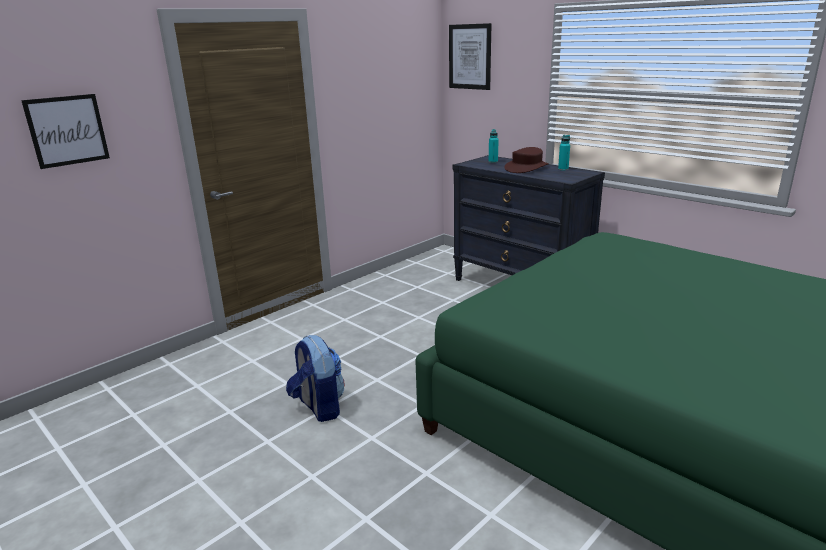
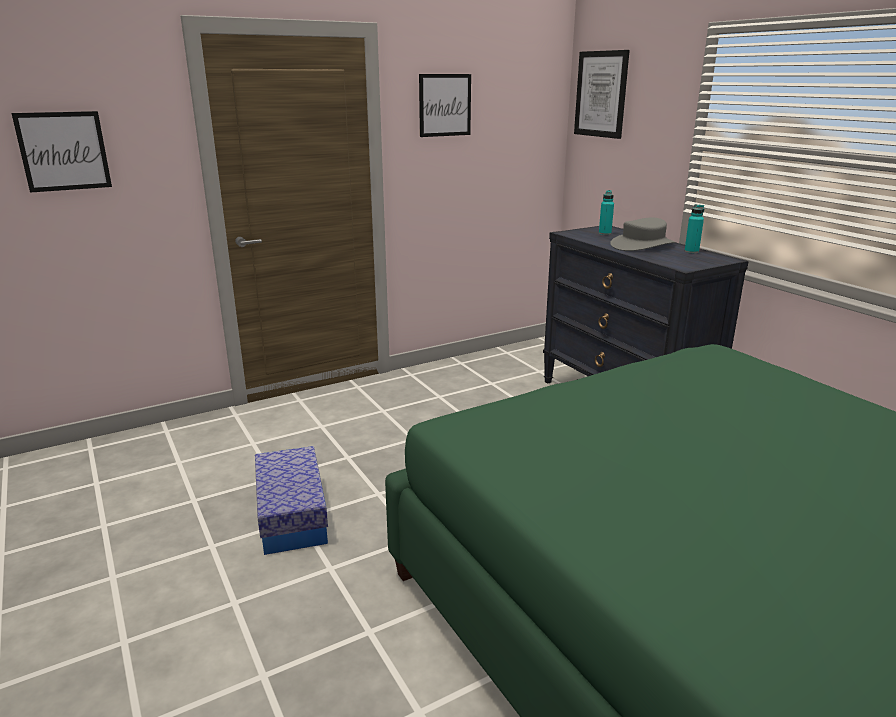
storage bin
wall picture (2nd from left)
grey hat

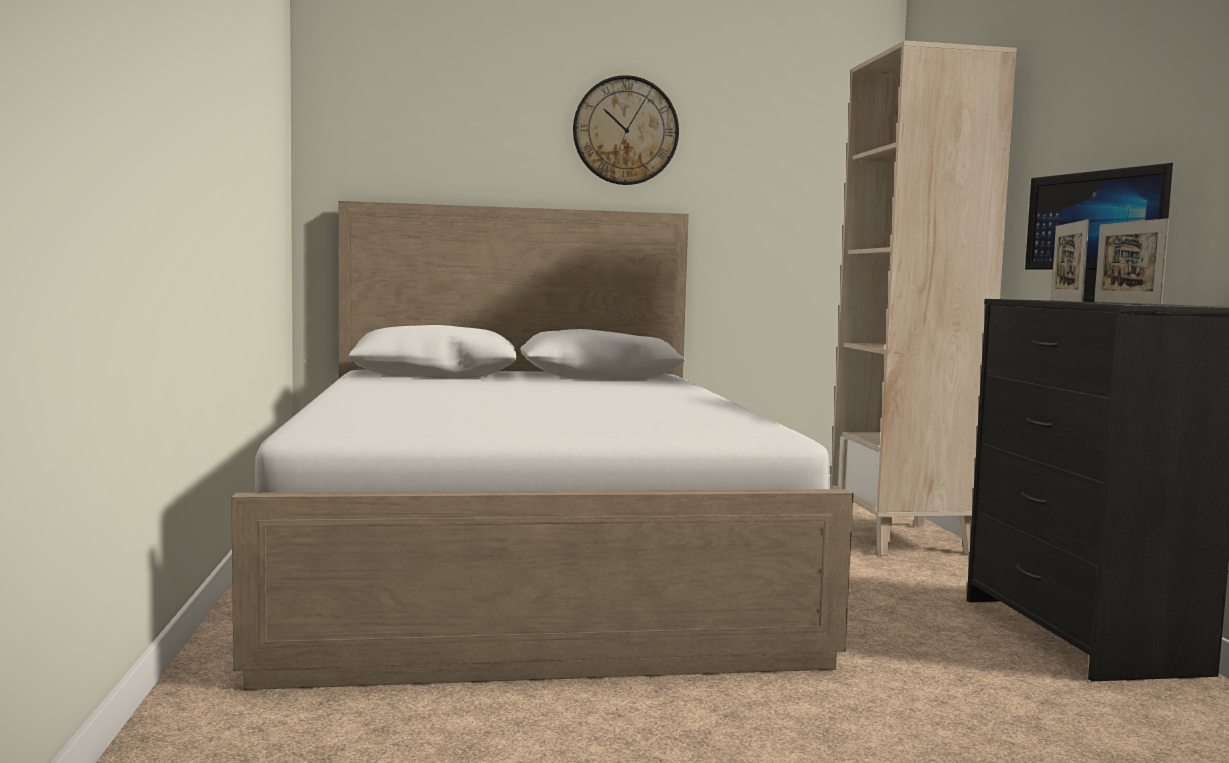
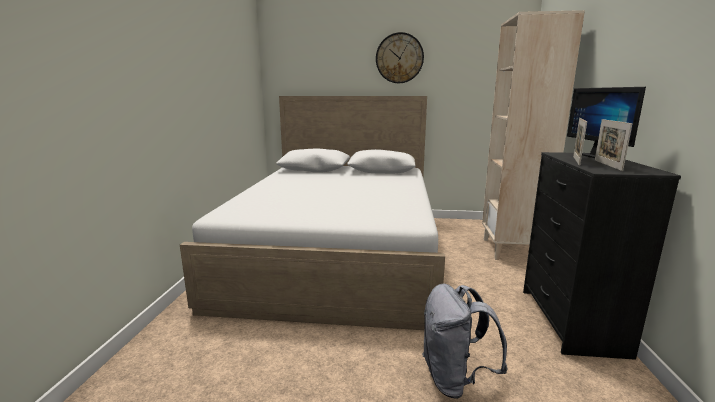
grey backpack

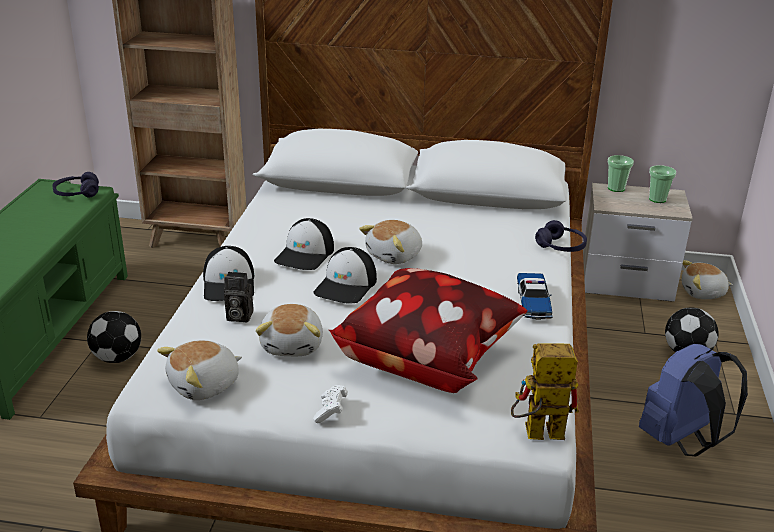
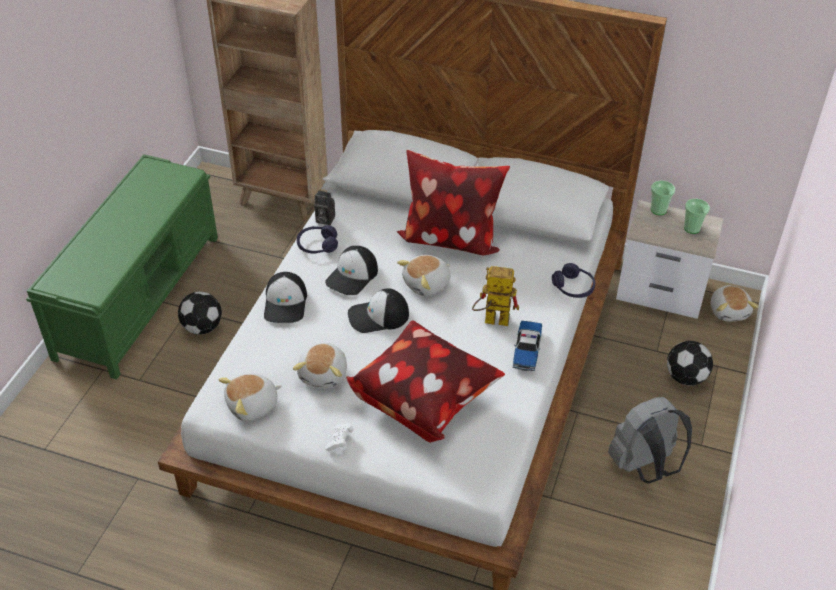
purple headphones (1st from left)
still camera
peaked cap (3rd from left)
pillow (2nd from left)
model robot
grey backpack
soft toy (4th from left)

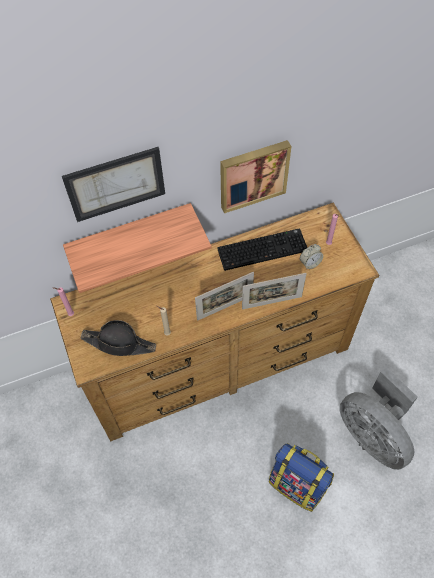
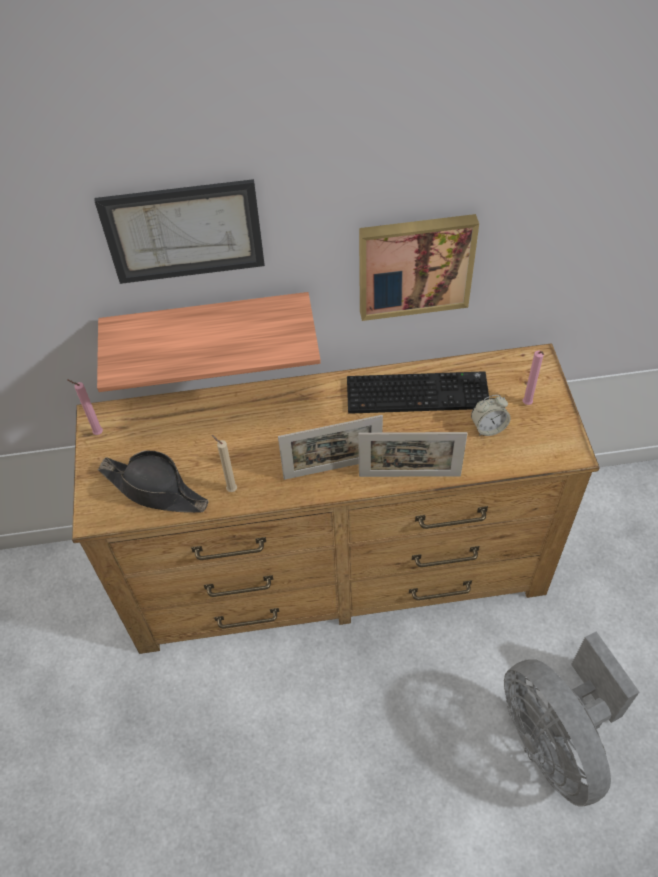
backpack

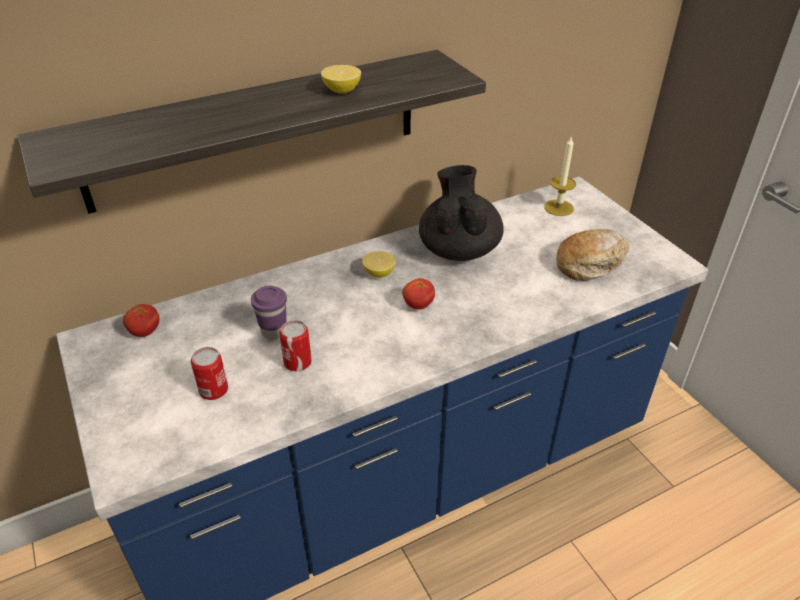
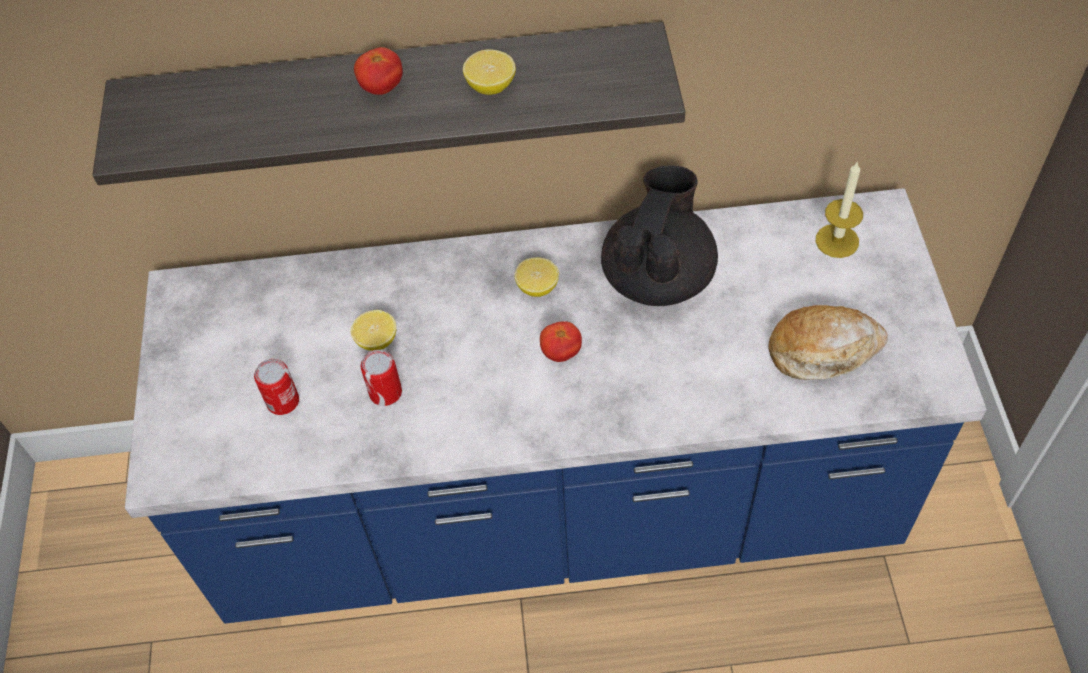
citrus fruit (1st from left)
fresh tomato (1st from left)

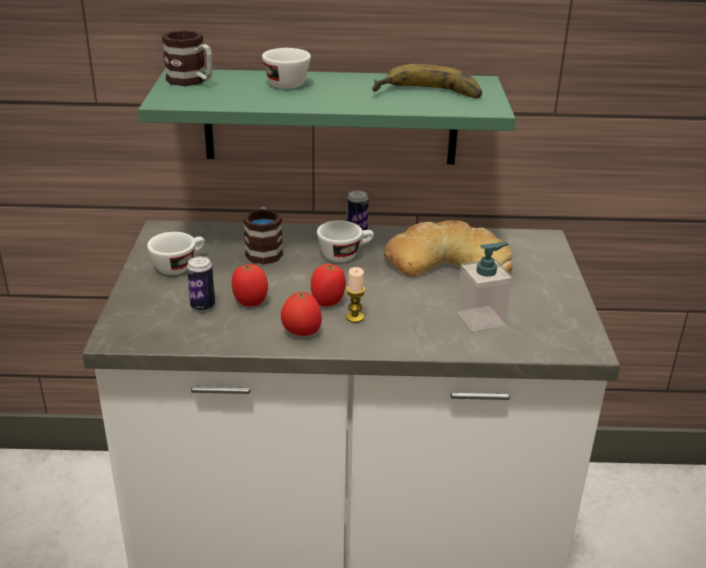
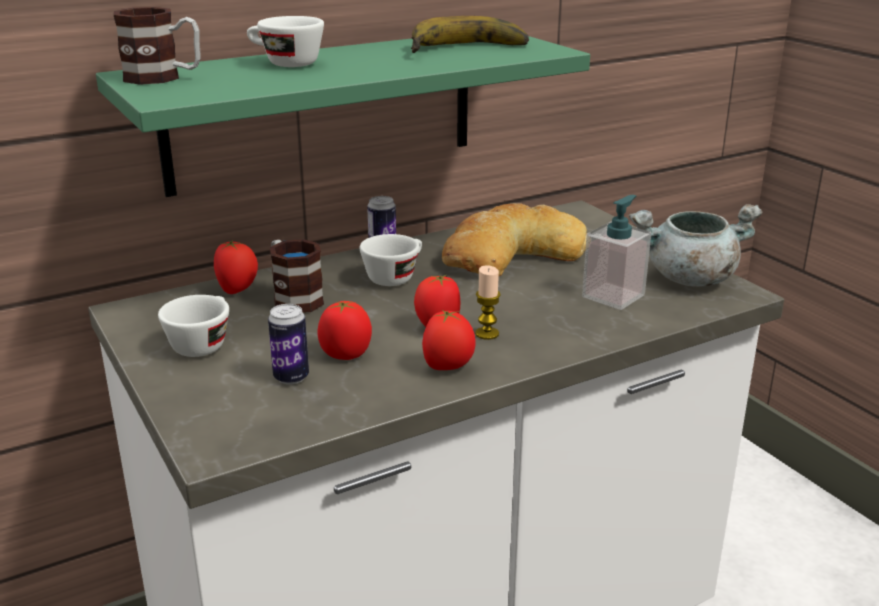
fresh tomato (1st from left)
grey stockpot

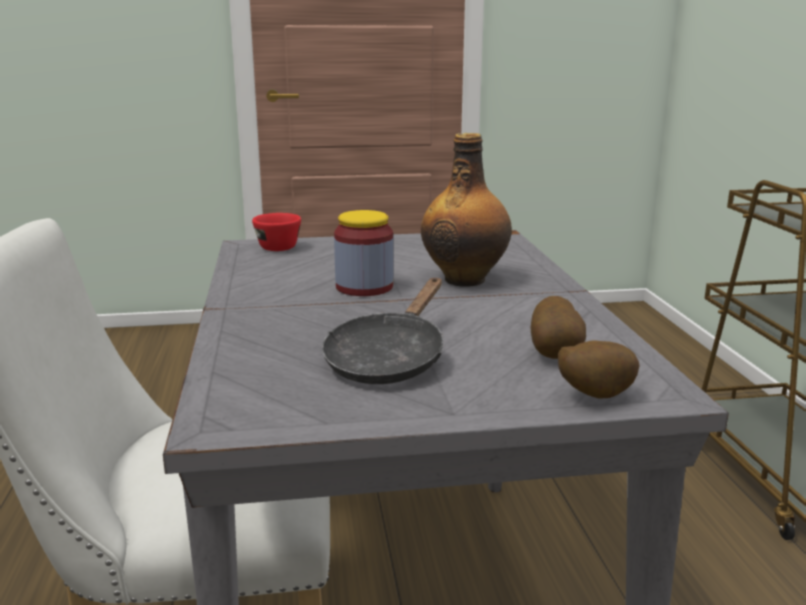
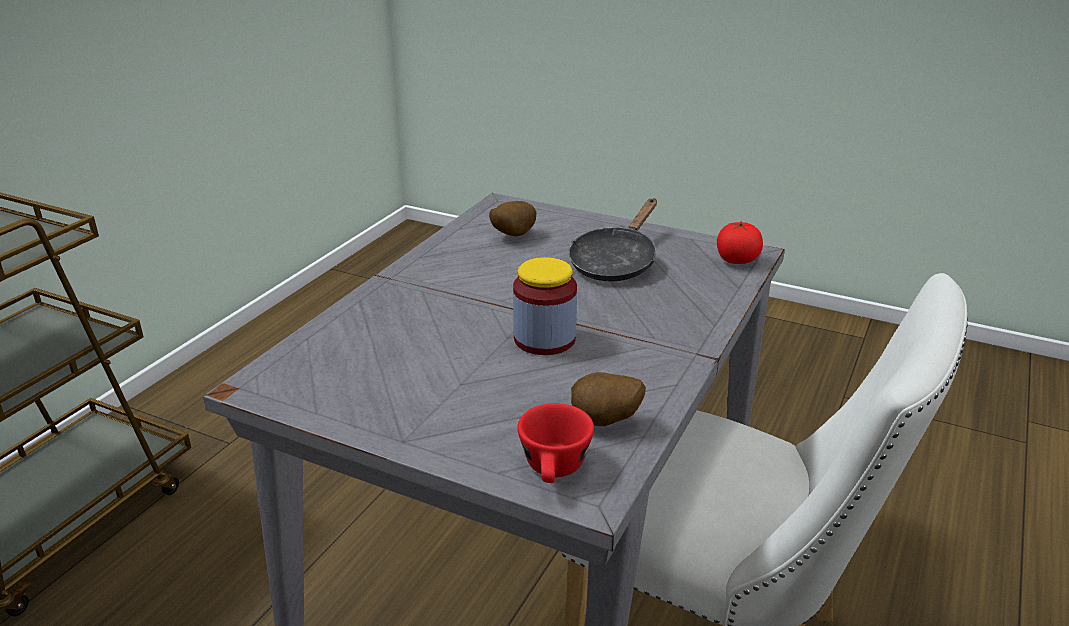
black-coloured skillet
potato (2nd from left)
fresh tomato
bottle

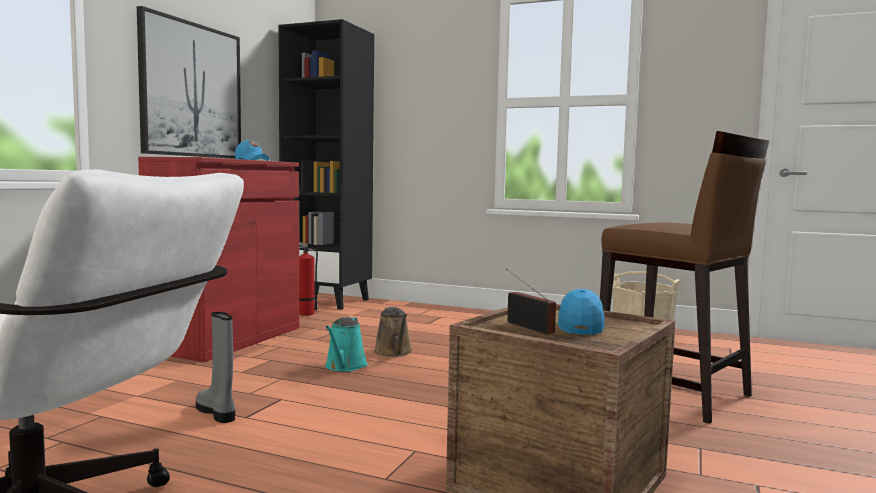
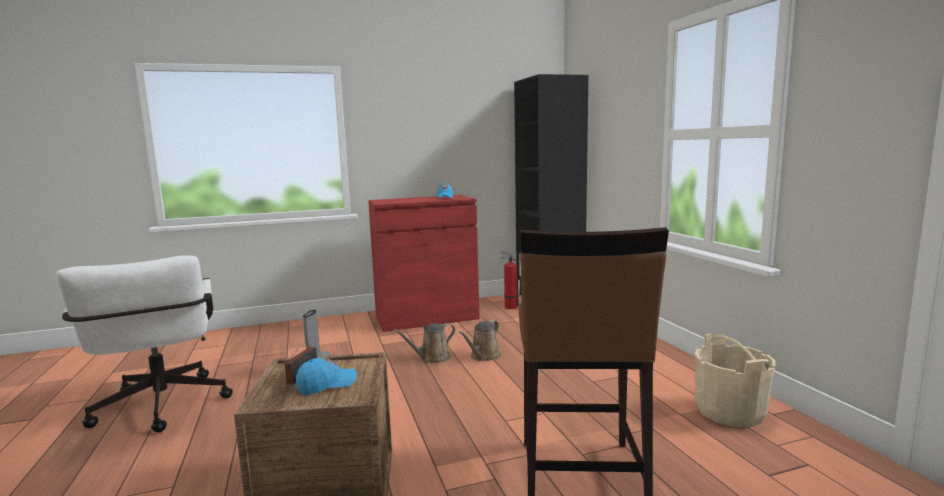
brown watering pot (1st from left)
wall picture

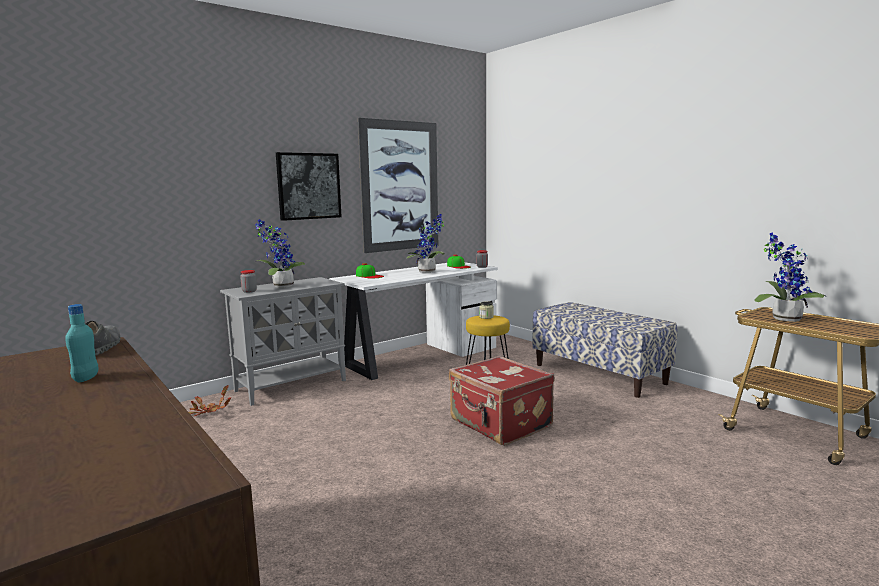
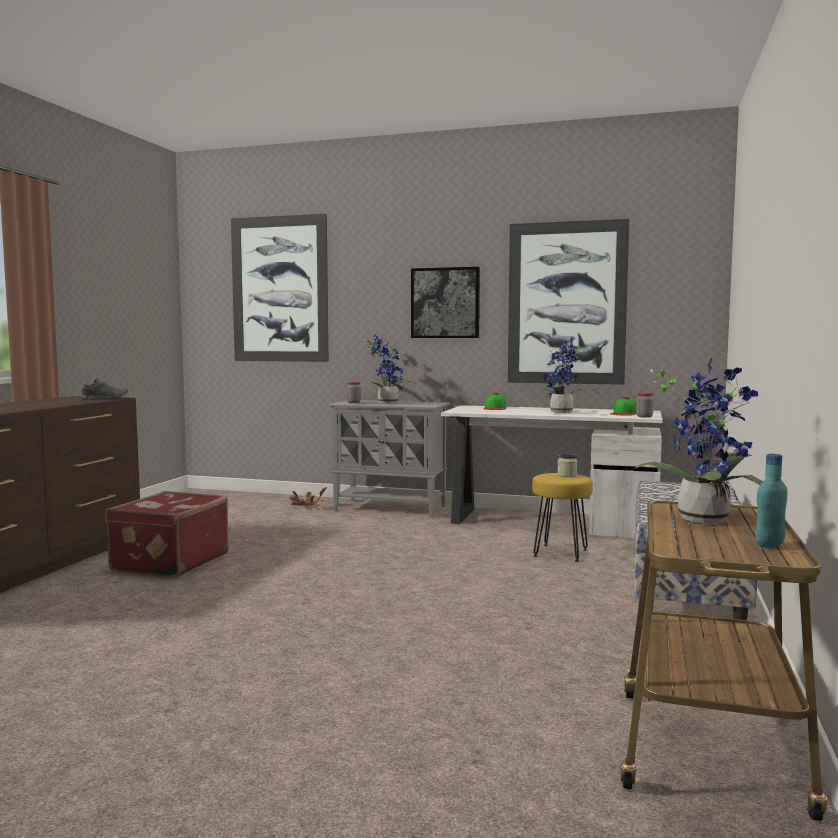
reddish travel case
wall picture (1st from left)
blue-green bottle

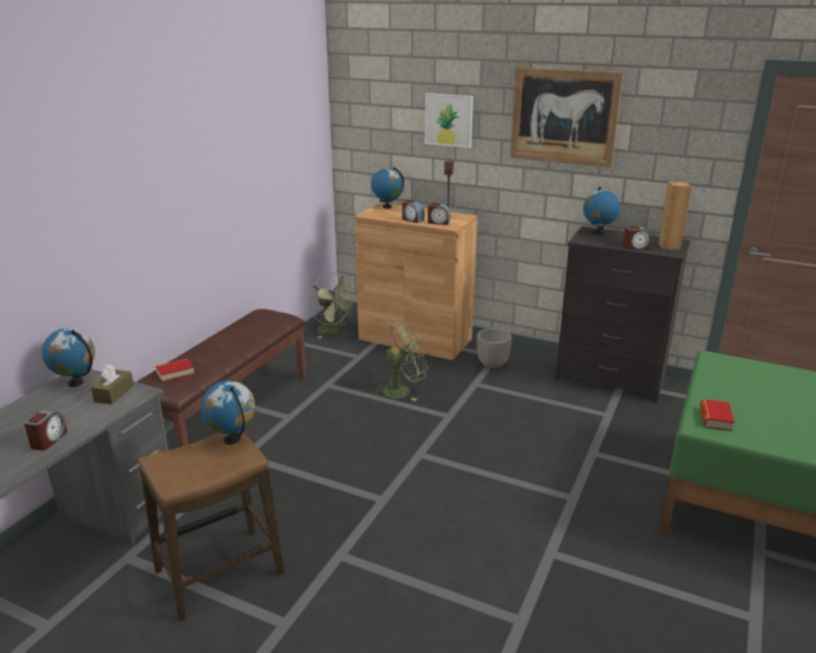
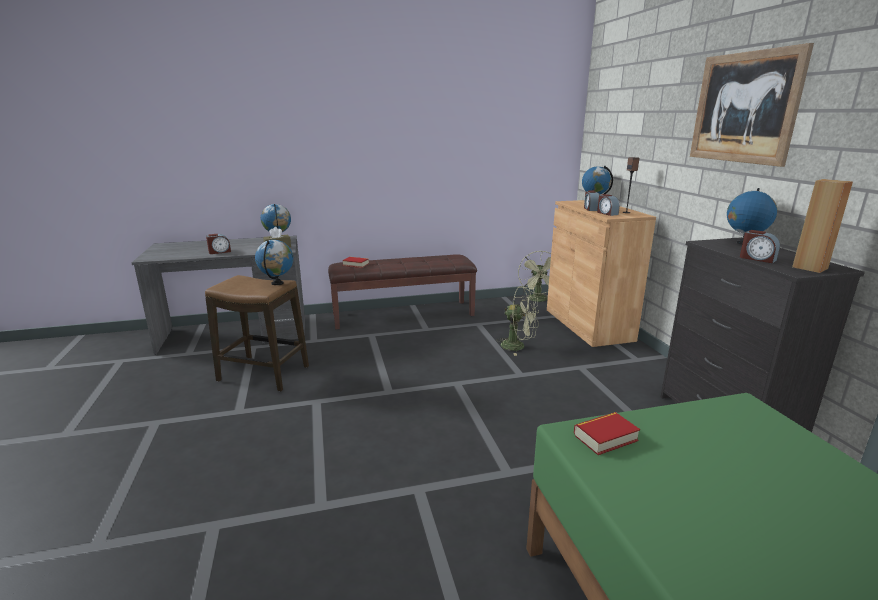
wall picture (1st from left in the first image)
plant pot

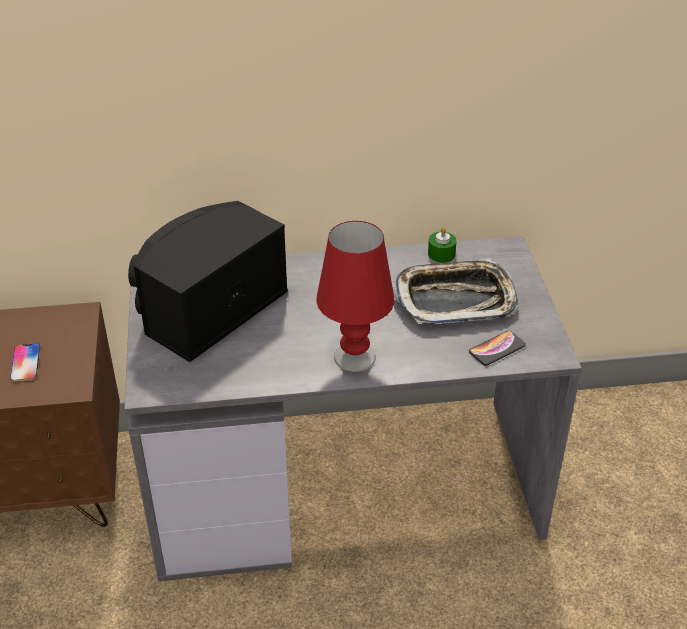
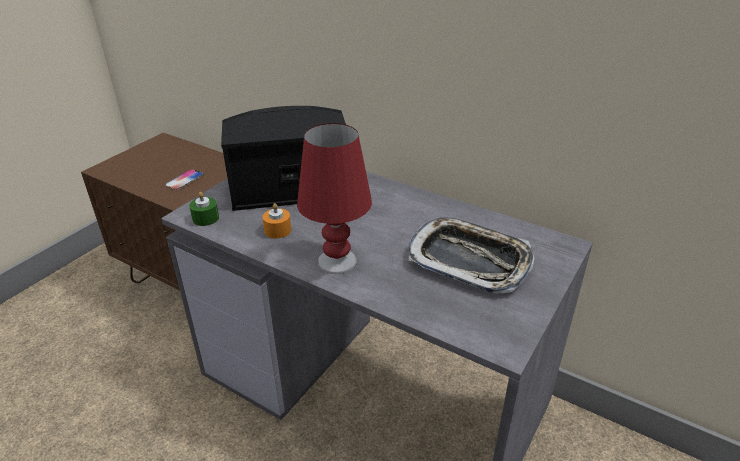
green-coloured wax light
orangey wax light
handset (2nd from left in the first image)

